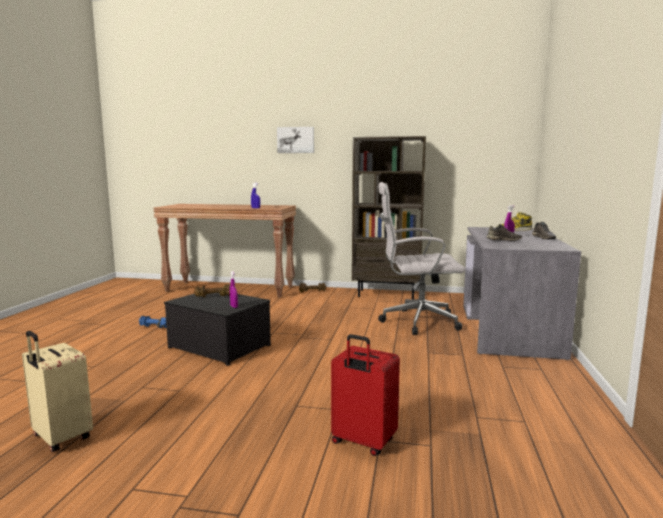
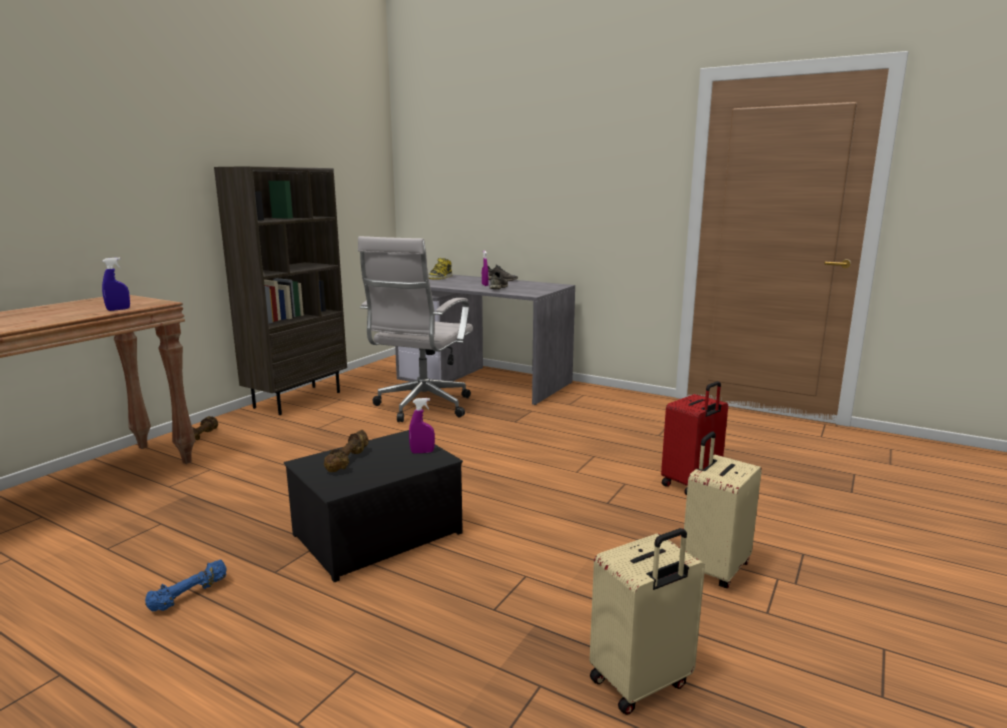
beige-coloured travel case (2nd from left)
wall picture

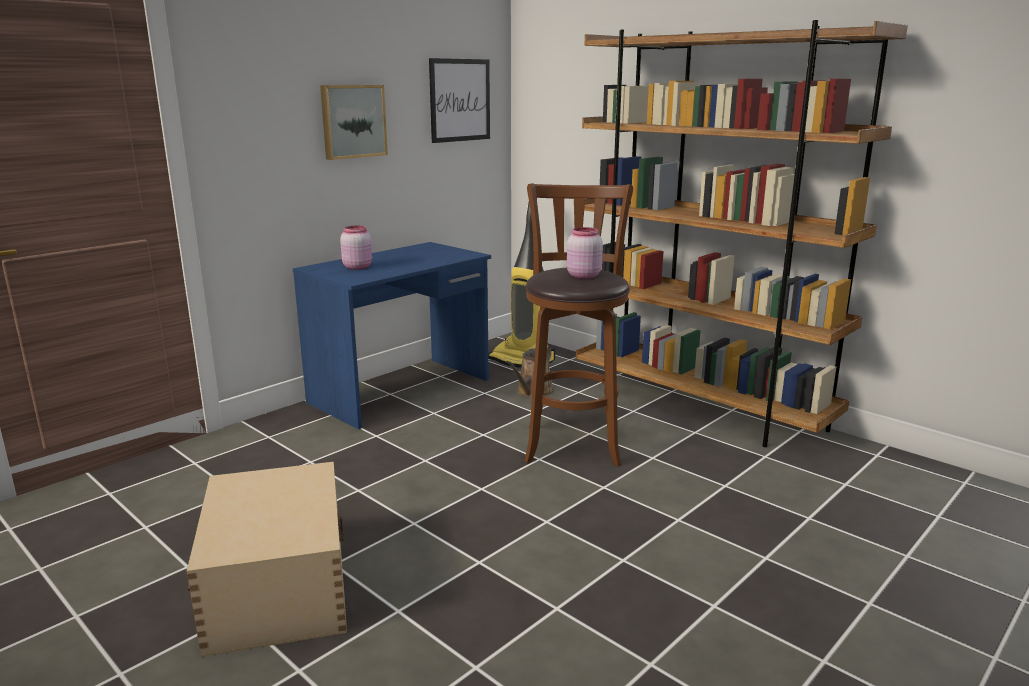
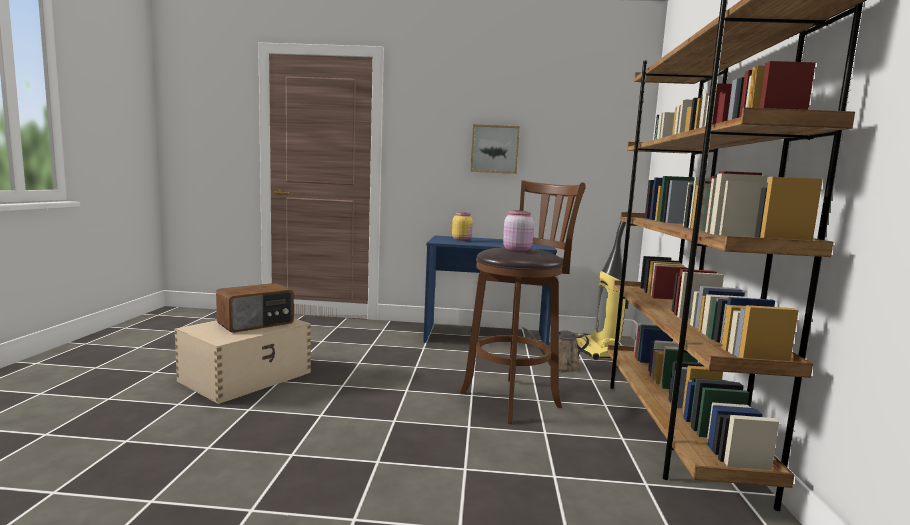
radio receiver
yellow-coloured storage jar
wall picture (2nd from left in the first image)

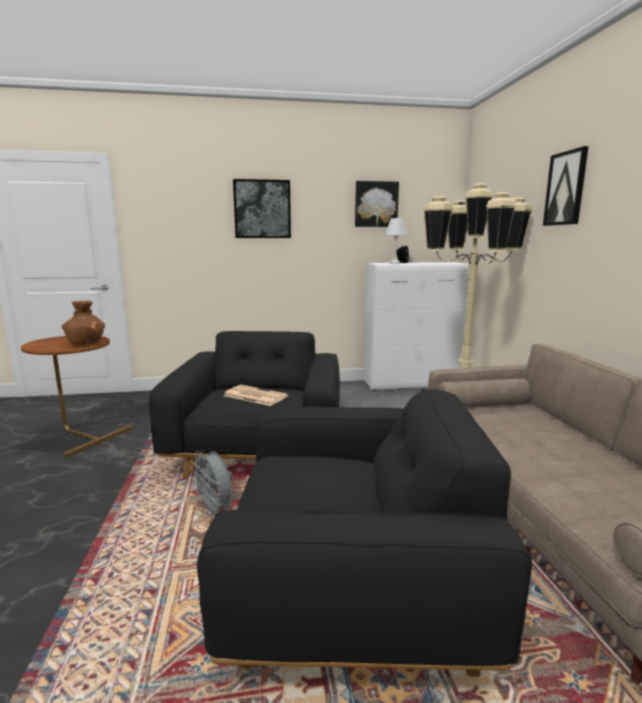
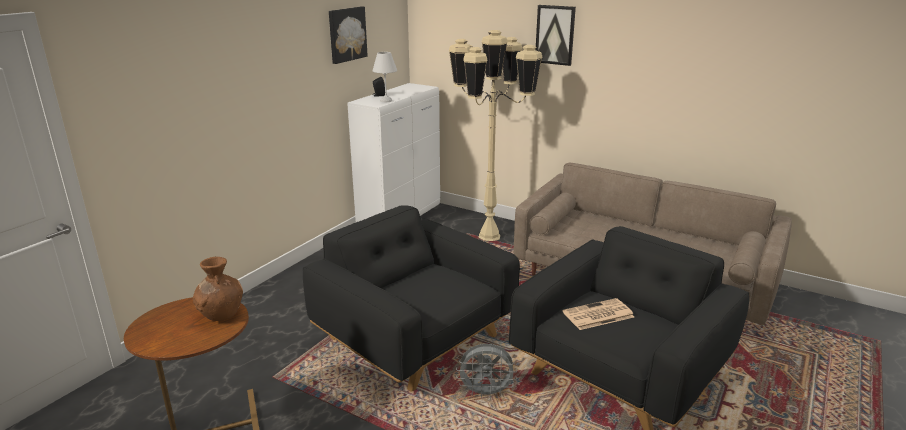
printed paper
wall picture (1st from left in the first image)

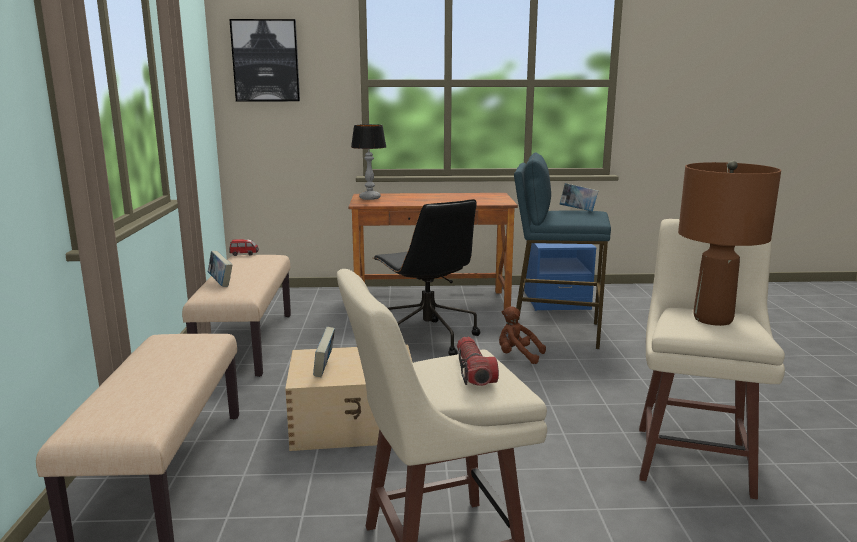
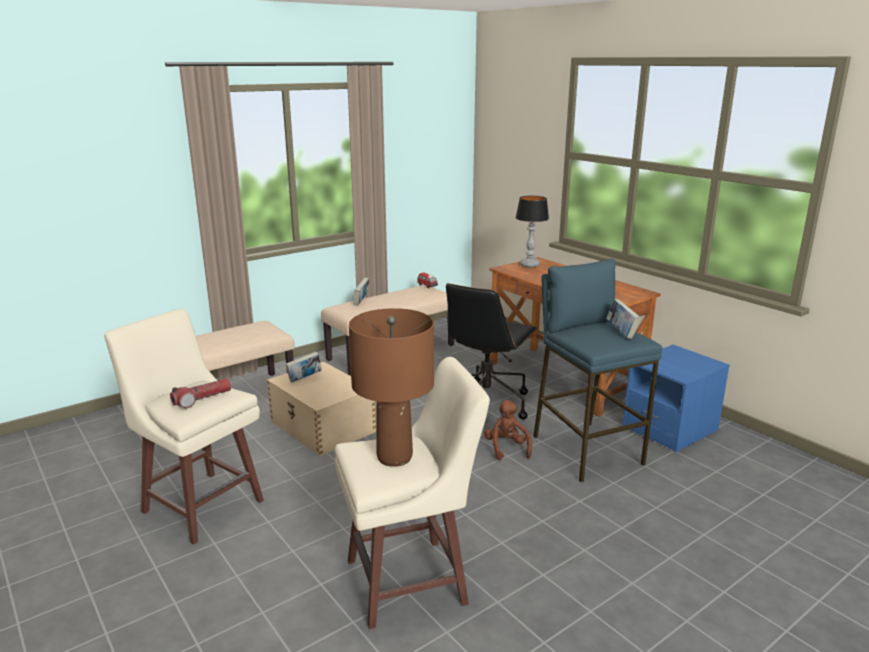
wall picture

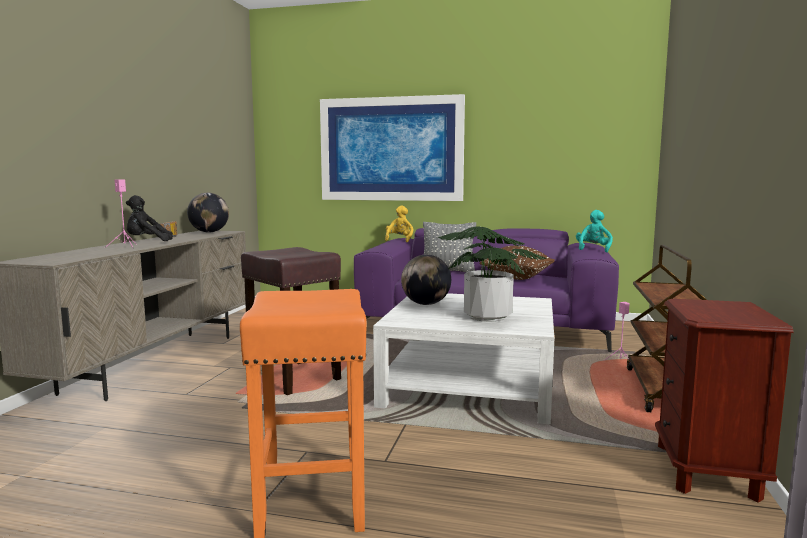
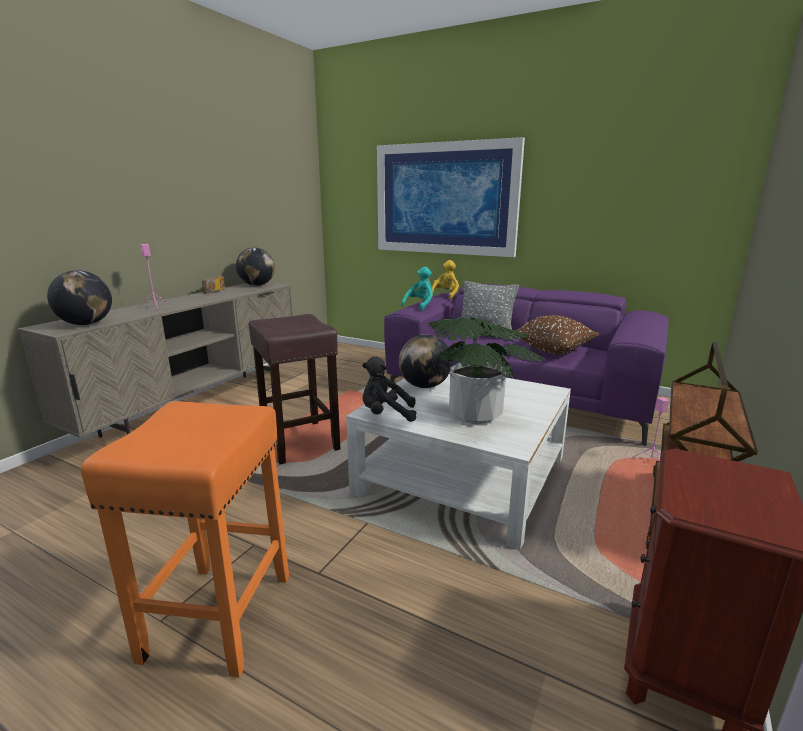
desk globe (1st from left)
black-coloured soft toy
blue-green soft toy

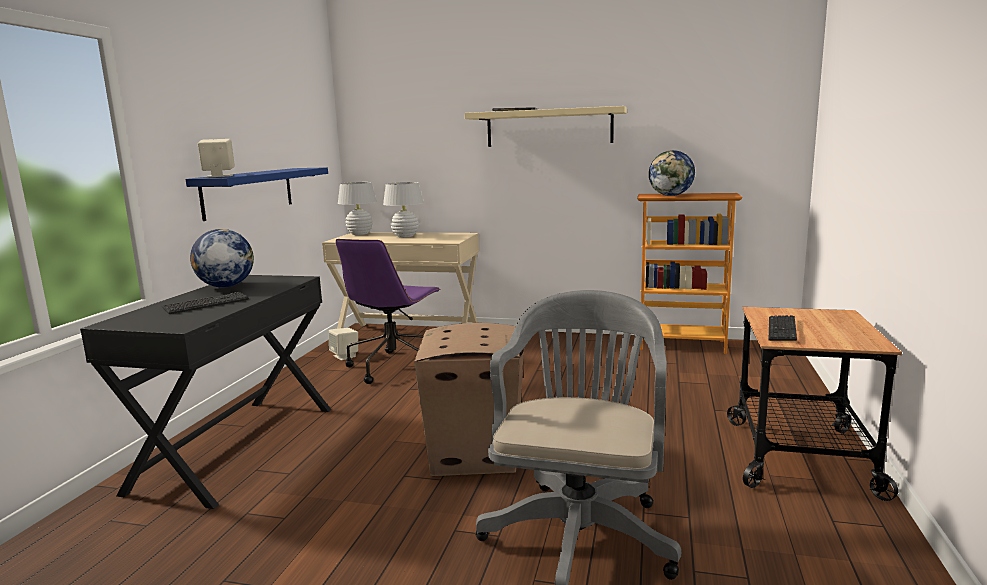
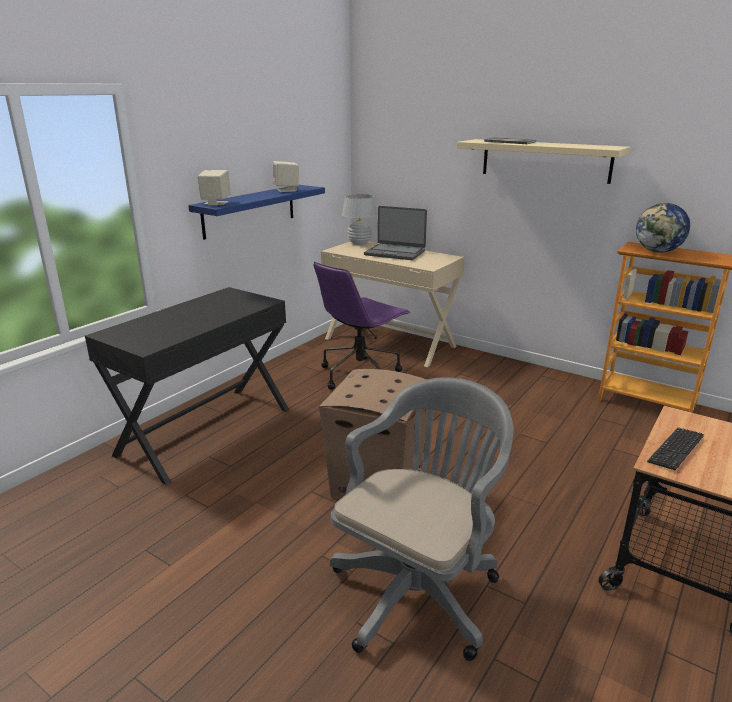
beige-coloured speaker (2nd from left)
laptop
computer keyboard (1st from left in the first image)
desk globe (1st from left in the first image)

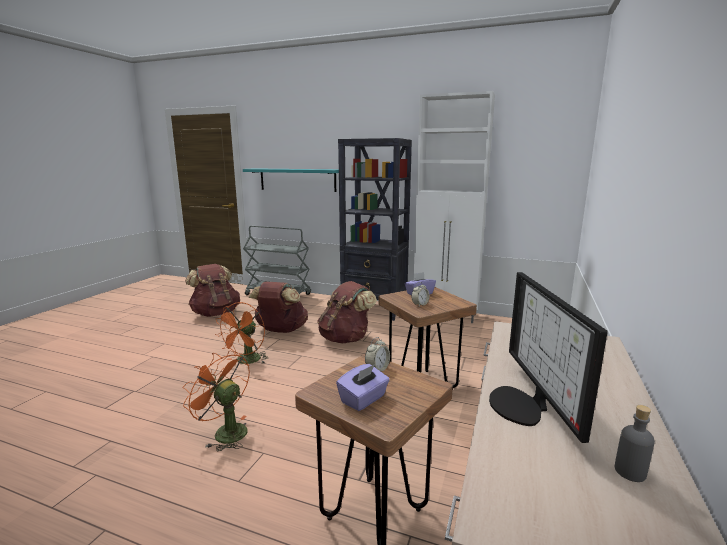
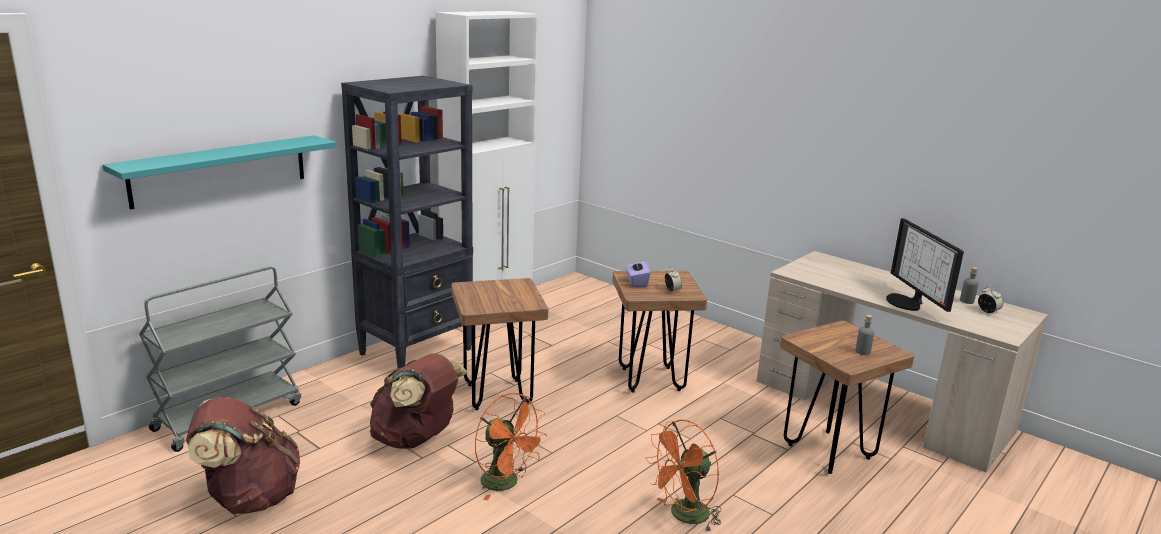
brown stool seat (1st from left)
grey bottle (1st from left)
computer screen
bedside clock (2nd from left)

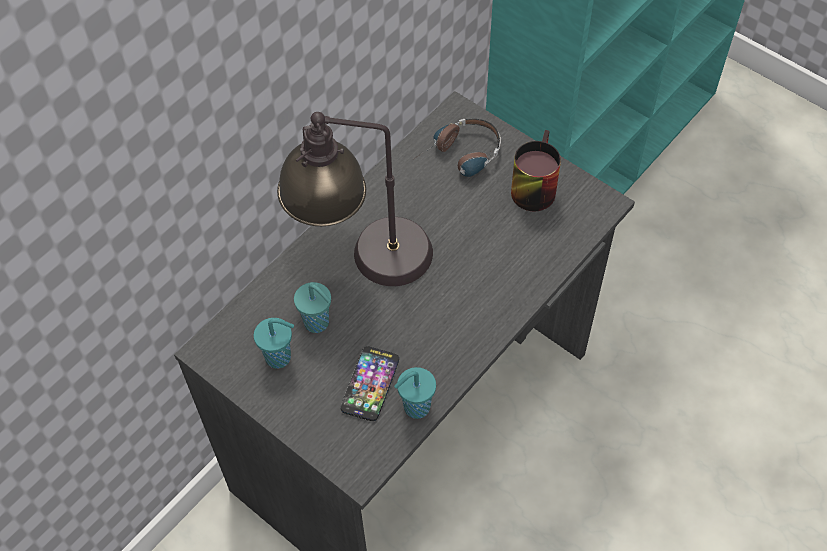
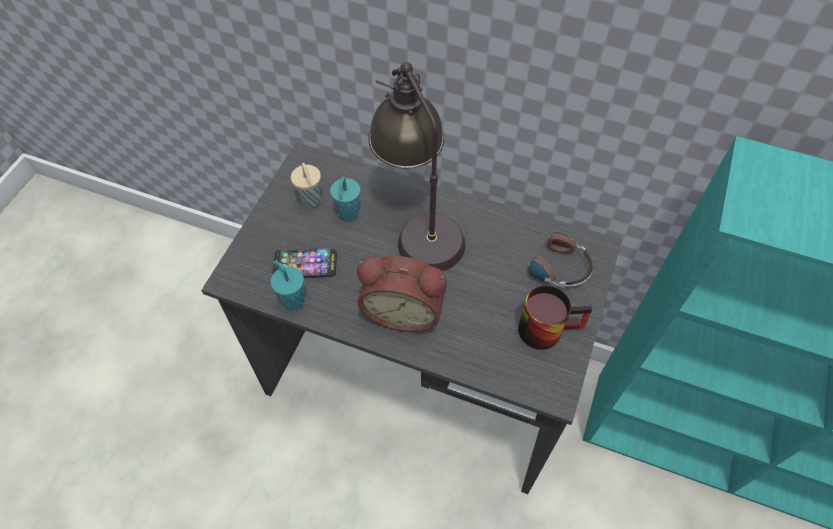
beige-coloured drinking cup
bedside clock

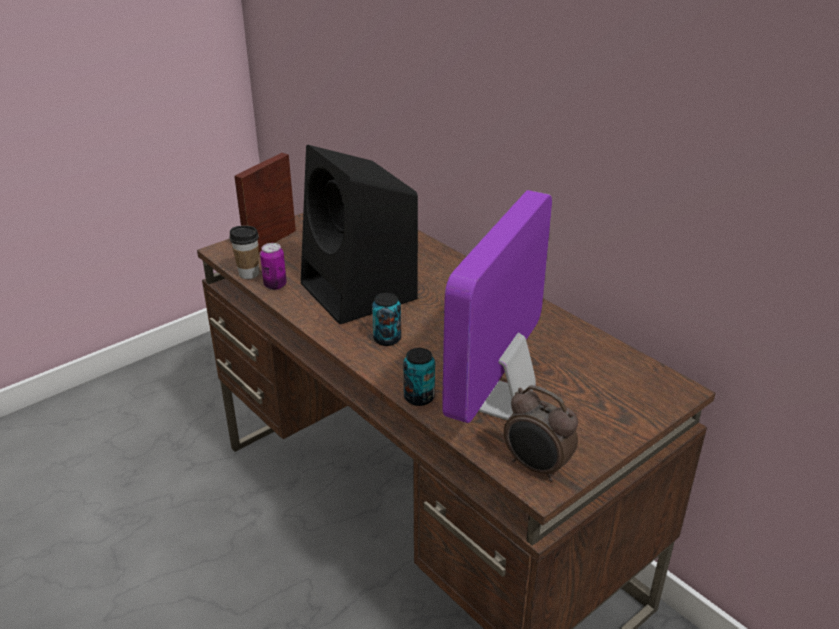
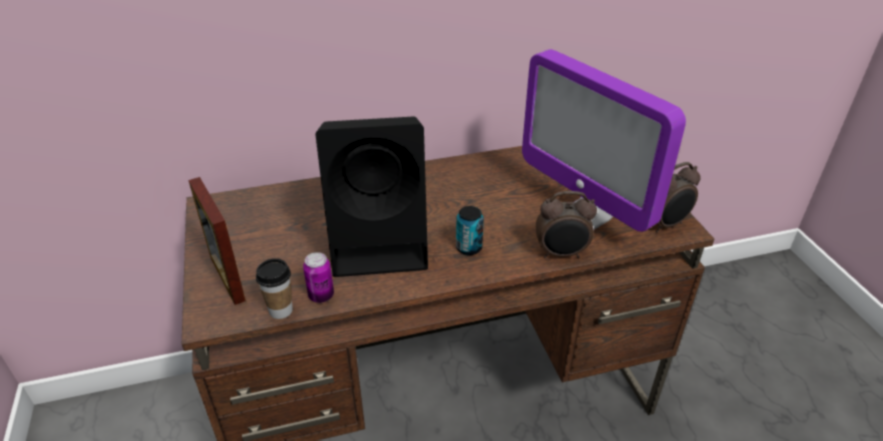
bedside clock (1st from left)

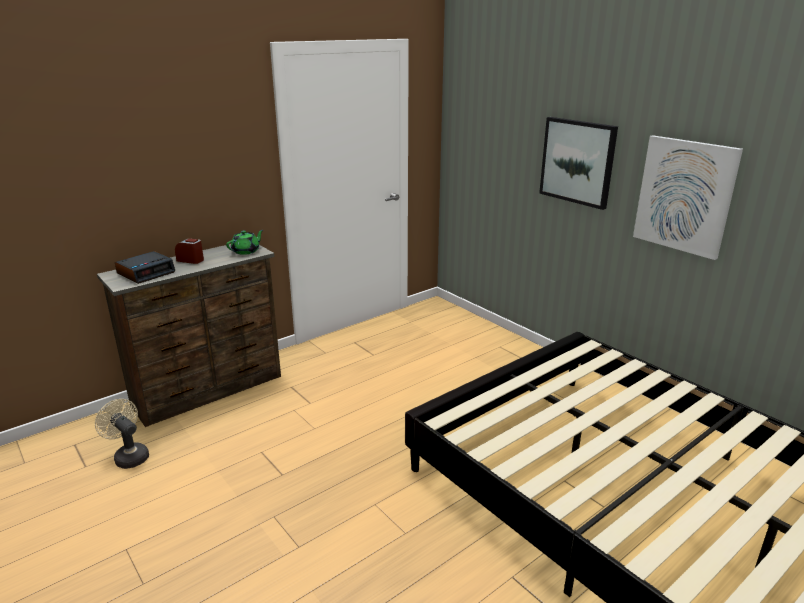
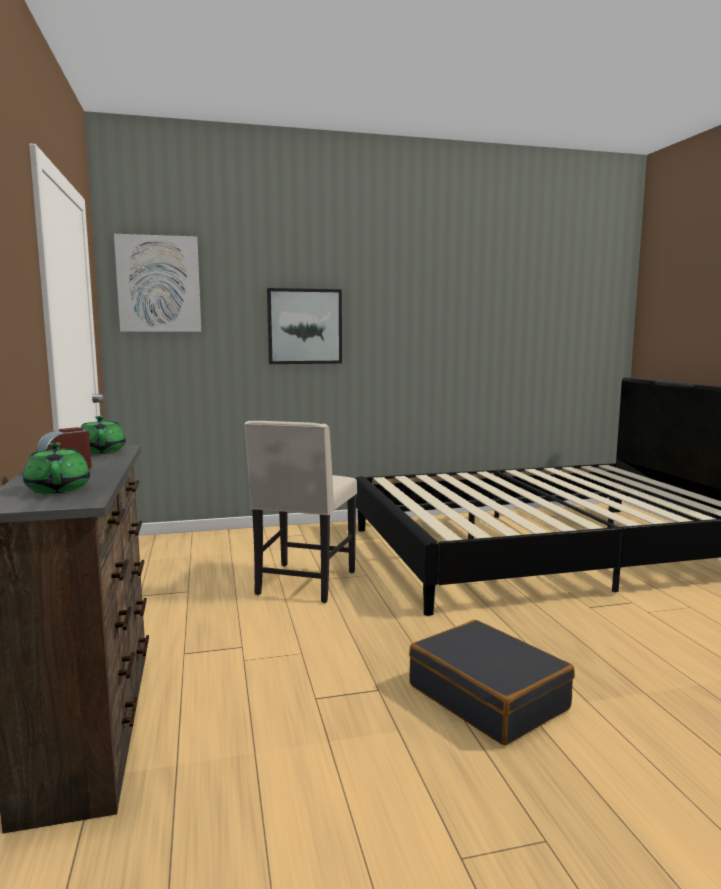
green-coloured teapot (1st from left)
wall picture (1st from left)
beige-coloured upright chair
black-coloured travel case
beige-coloured electric fan

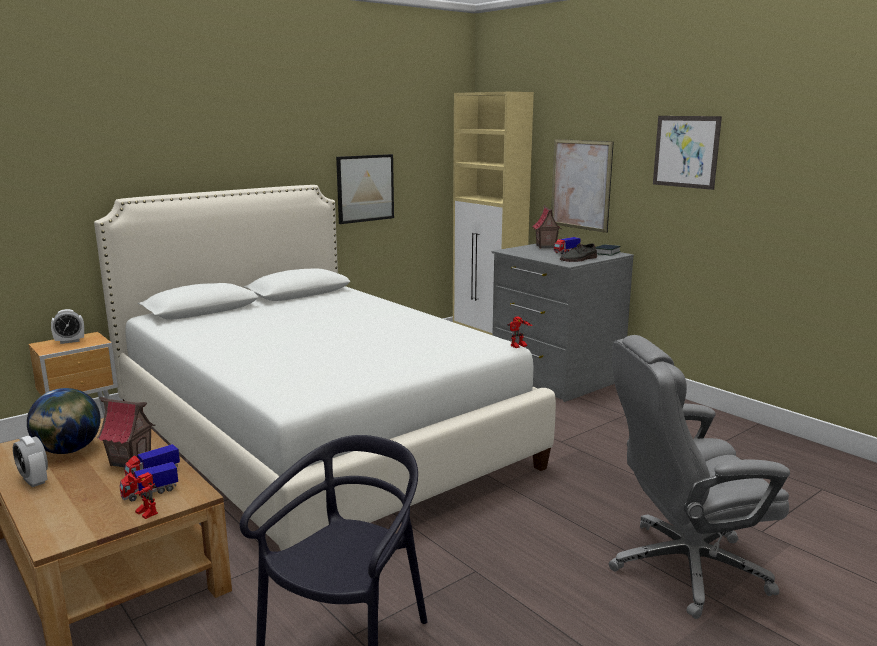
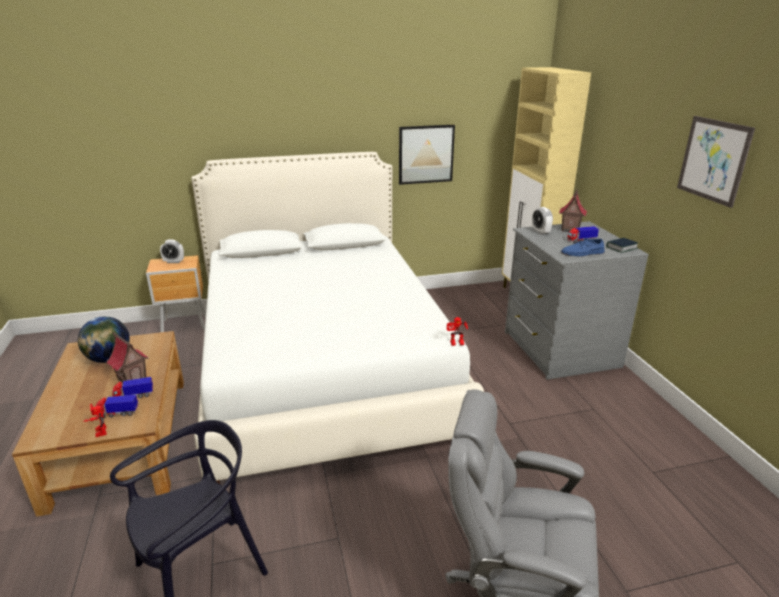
bedside clock (2nd from left)
bluish item of footwear
wall picture (2nd from left in the first image)

